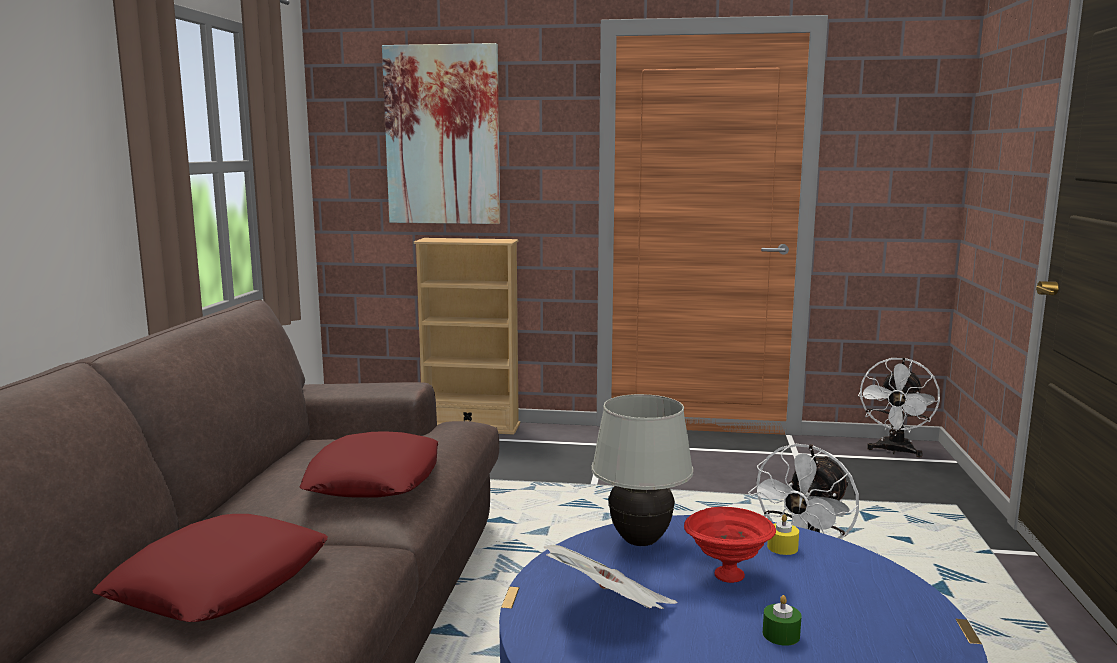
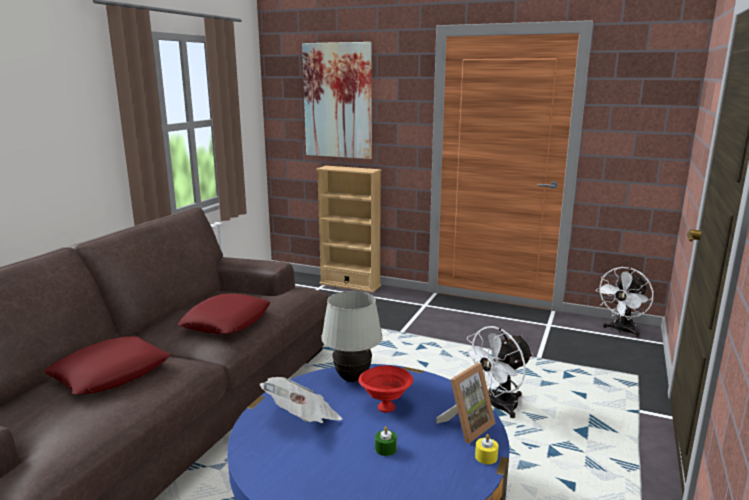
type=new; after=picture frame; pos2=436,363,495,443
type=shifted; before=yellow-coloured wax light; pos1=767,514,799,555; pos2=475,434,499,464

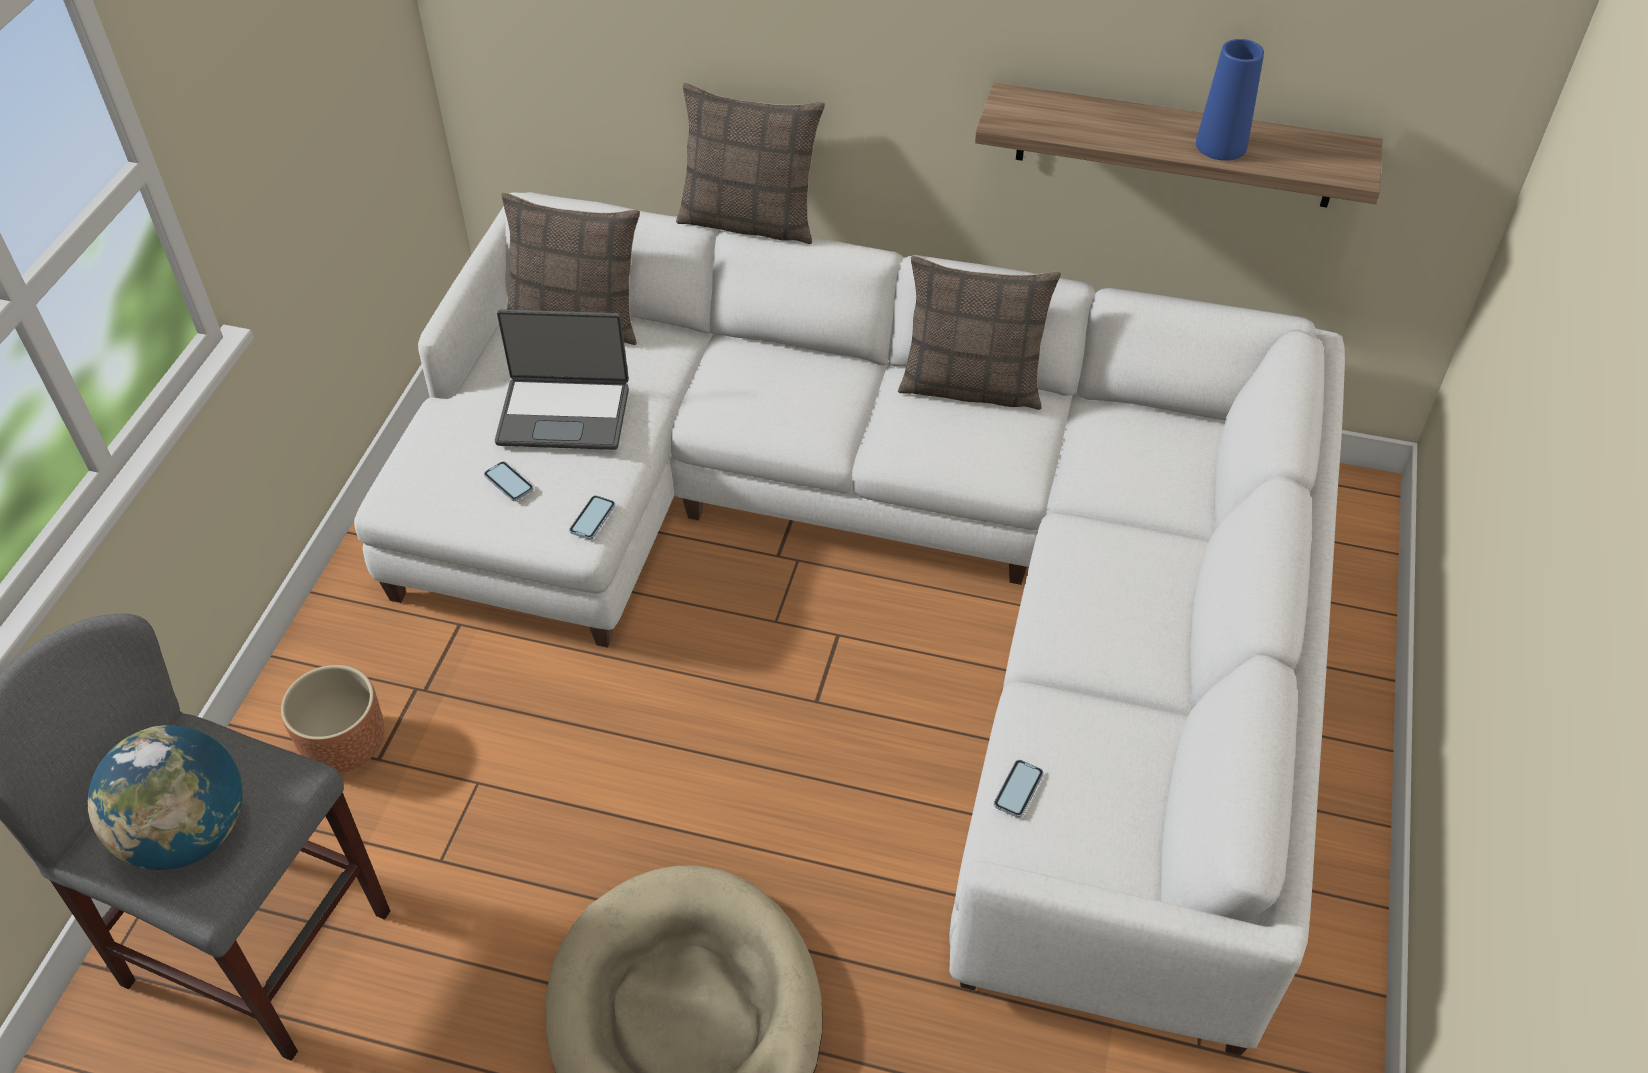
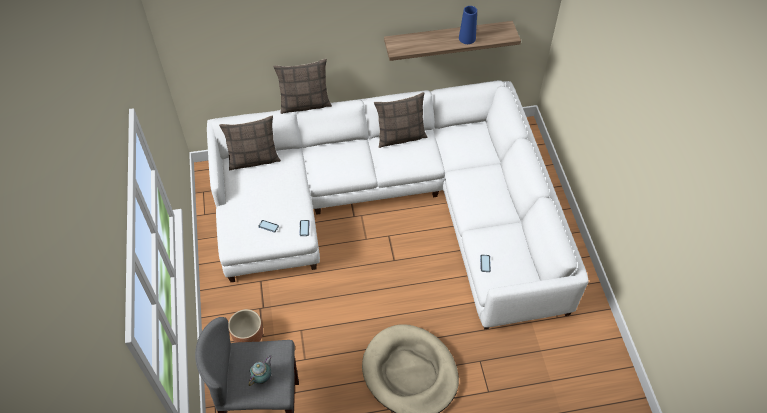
type=gone; before=portable computer; pos1=495,309,629,450
type=swapped; before=desk globe; after=pot for tea; pos1=88,725,242,870; pos2=249,355,272,386

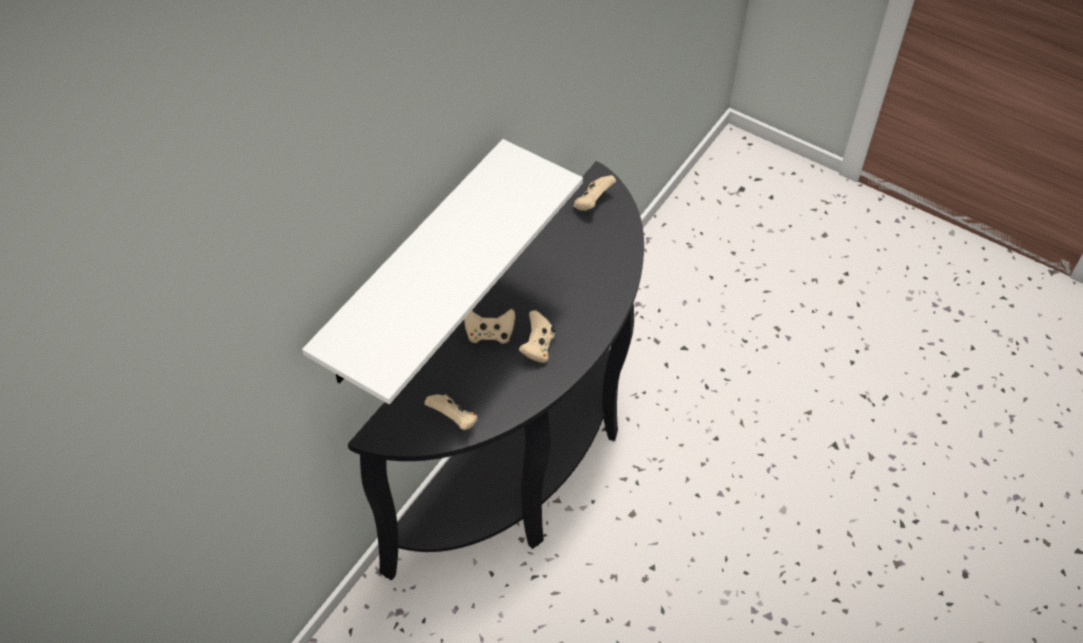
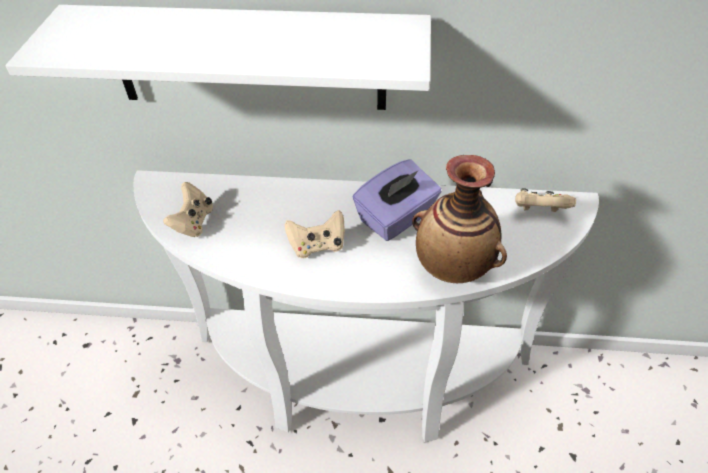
type=gone; before=beige joypad; pos1=464,309,515,344
type=new; after=purple-coloured box of tissues; pos2=353,159,442,241
type=new; after=decorative vase; pos2=412,155,507,283
type=repainted; before=black-coloured console table; after=whitish console table; pos1=348,161,644,580; pos2=133,170,599,442

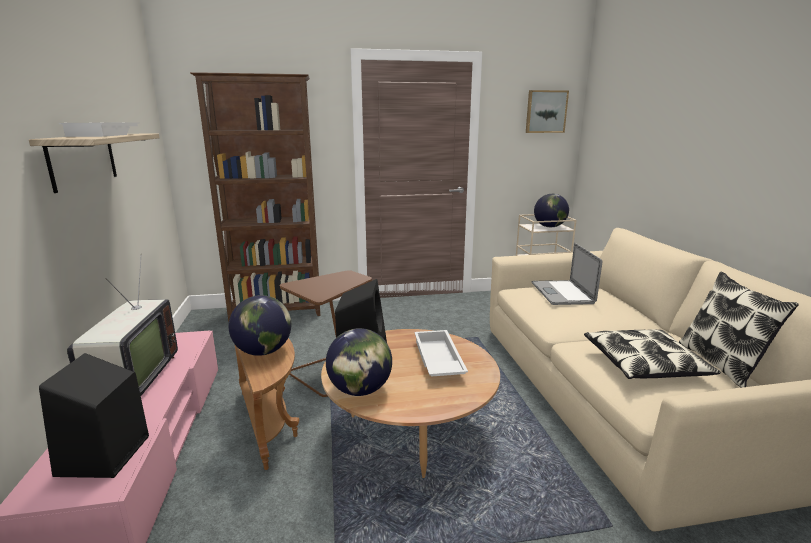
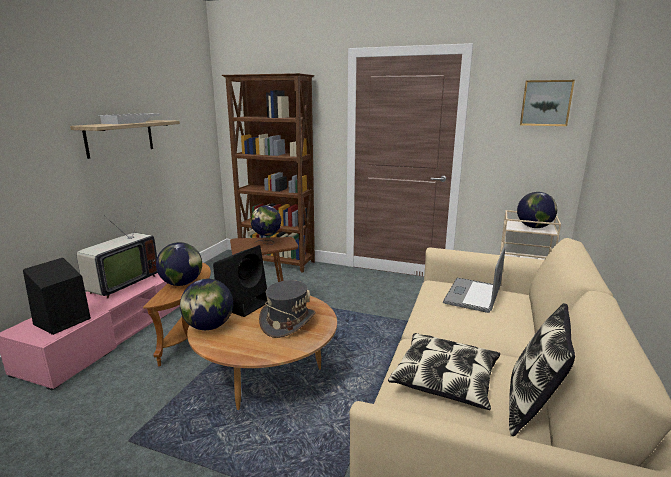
type=new; after=desk globe; pos2=250,205,281,245
type=swapped; before=whitish carrying tray; after=gray hat; pos1=414,330,468,377; pos2=259,280,315,338

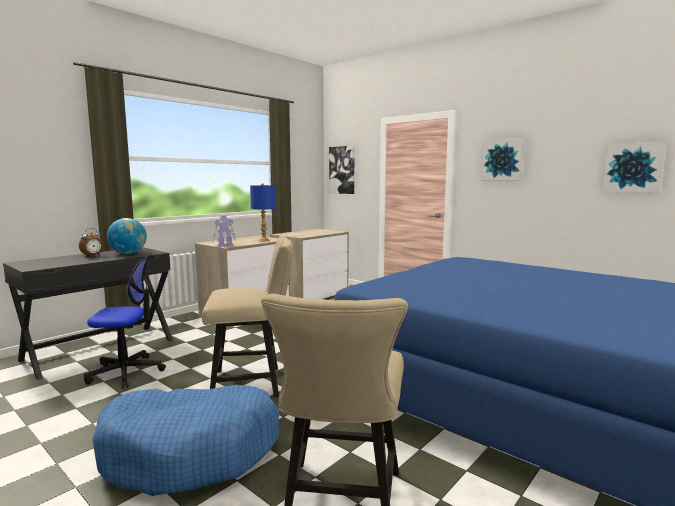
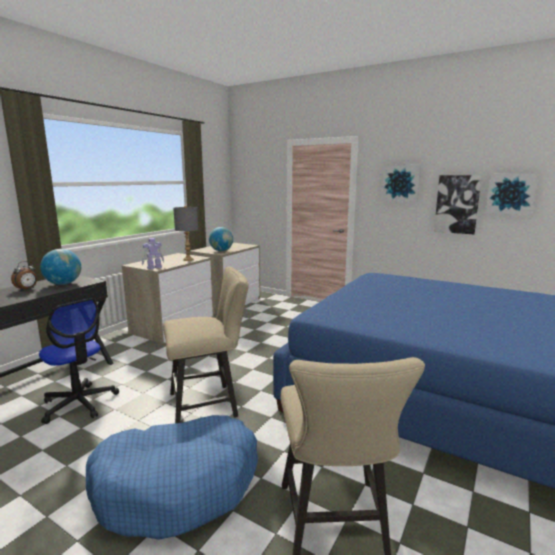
type=new; after=desk globe; pos2=209,227,233,251
type=shifted; before=wall art; pos1=329,146,355,194; pos2=434,175,482,234
type=repainted; before=blue table lamp; after=gray table lamp; pos1=250,183,275,242; pos2=173,206,198,261
type=rotated; before=office chair; pos1=84,255,166,389; pos2=39,298,119,424; turn=60

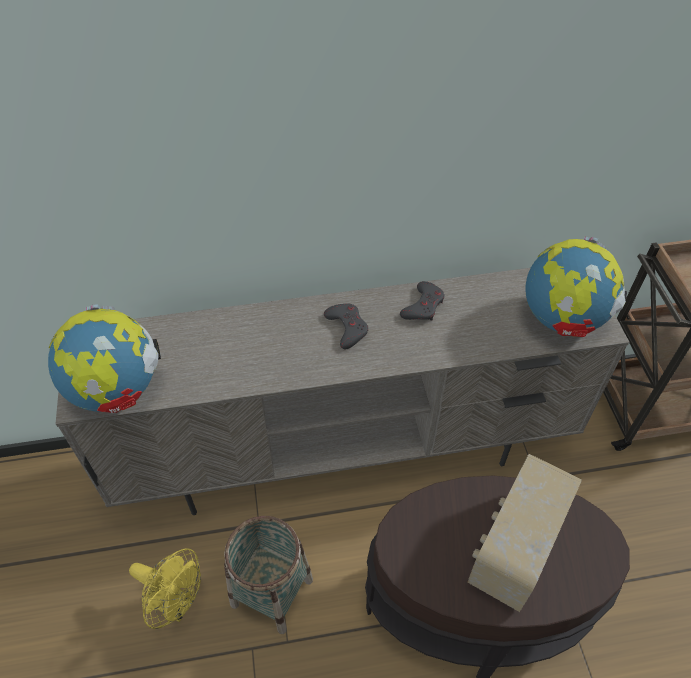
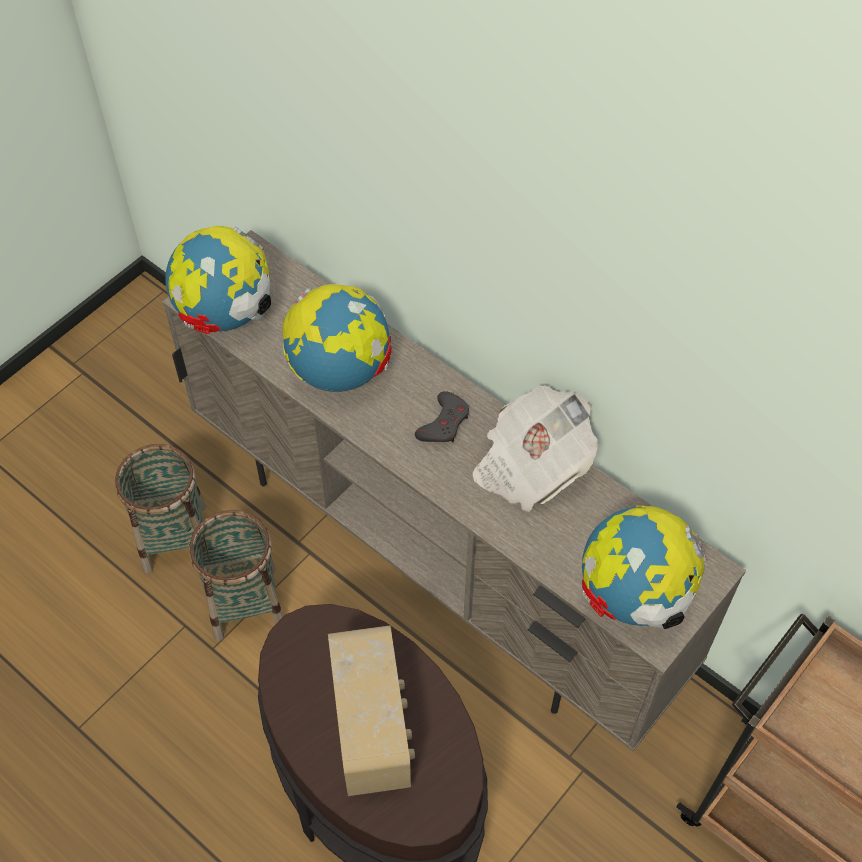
type=new; after=desk globe; pos2=282,284,392,392
type=swapped; before=yellow-coloured electric fan; after=basket; pos1=129,549,201,629; pos2=115,444,206,574
type=swapped; before=gray joypad; after=printed paper; pos1=400,281,445,321; pos2=472,385,598,512
type=rotated; before=radio set; pos1=467,454,582,612; pos2=328,625,415,796; turn=90

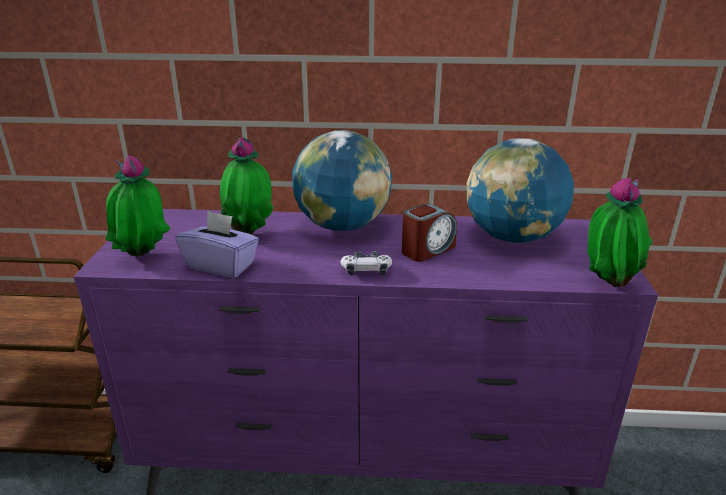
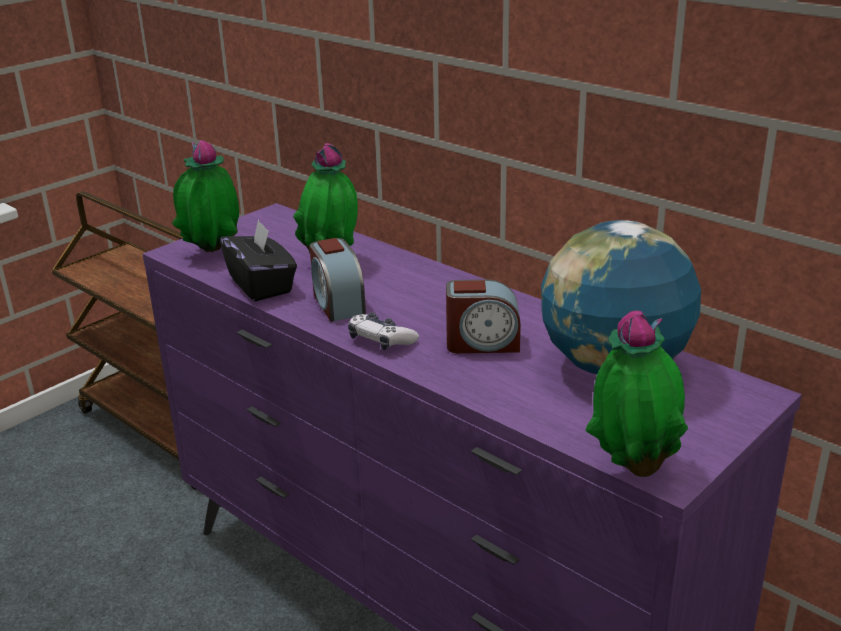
type=gone; before=desk globe; pos1=292,130,392,231
type=new; after=table clock; pos2=310,238,366,322
type=repainted; before=purple-coloured box of tissues; after=black-coloured box of tissues; pos1=175,211,259,278; pos2=220,219,297,301

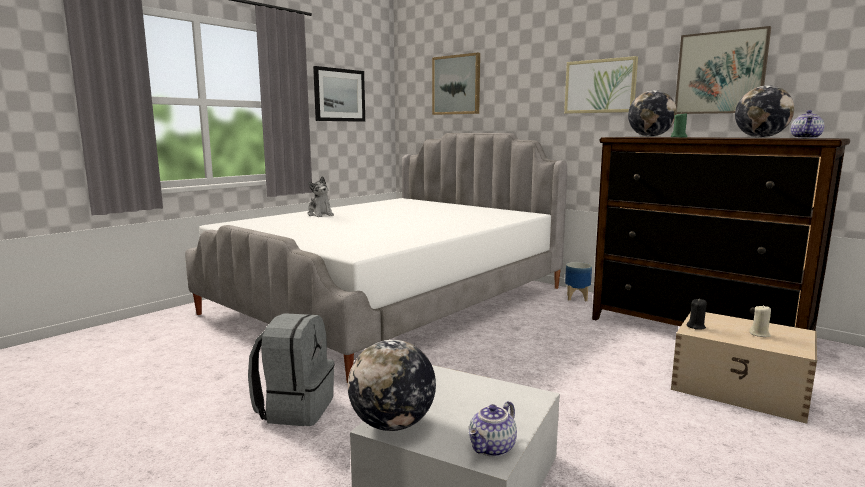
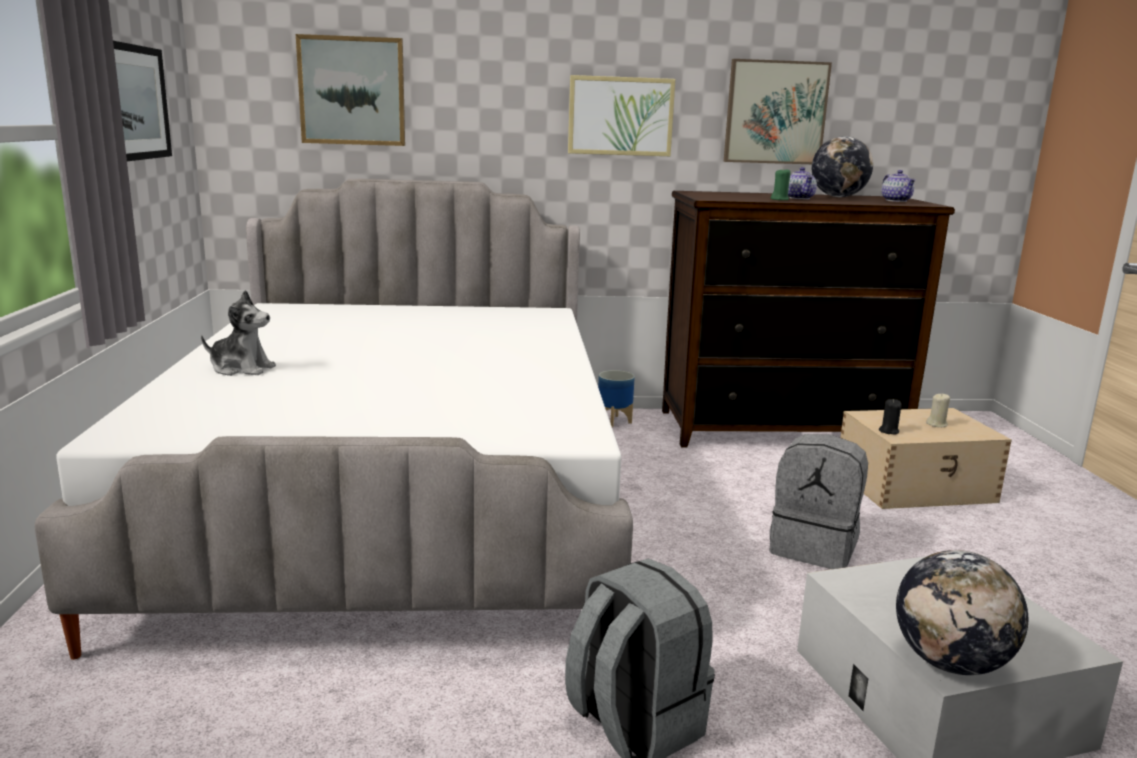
type=gone; before=desk globe; pos1=628,90,677,137
type=new; after=gray rucksack; pos2=769,434,868,569
type=shifted; before=pot for tea; pos1=469,401,517,457; pos2=788,167,817,199

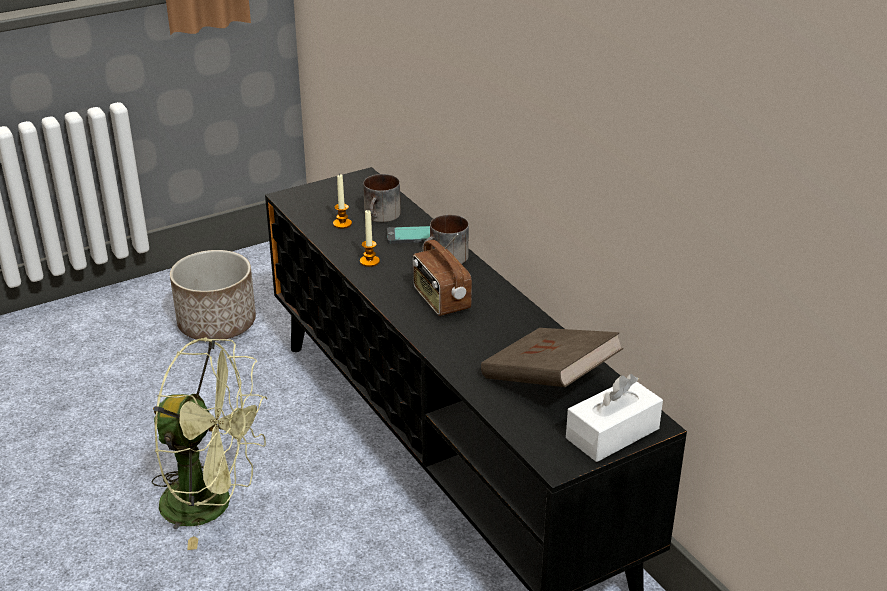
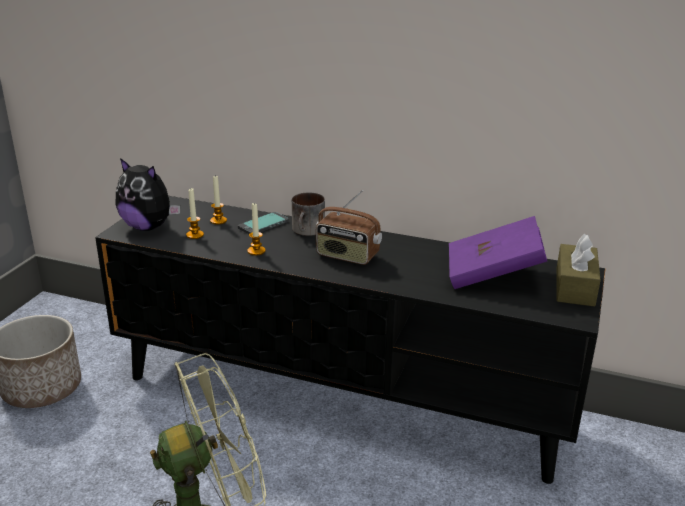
type=new; after=cuddly toy; pos2=116,158,180,231
type=swapped; before=coffee mug; after=wax light; pos1=363,174,401,222; pos2=210,176,227,225
type=repainted; before=brown volume; after=purple-coloured volume; pos1=481,328,624,387; pos2=449,216,547,289
type=repainted; before=whitish box of tissues; after=brown box of tissues; pos1=566,374,663,462; pos2=556,234,601,307

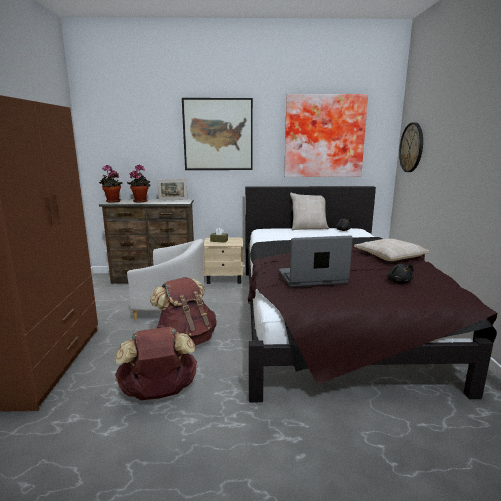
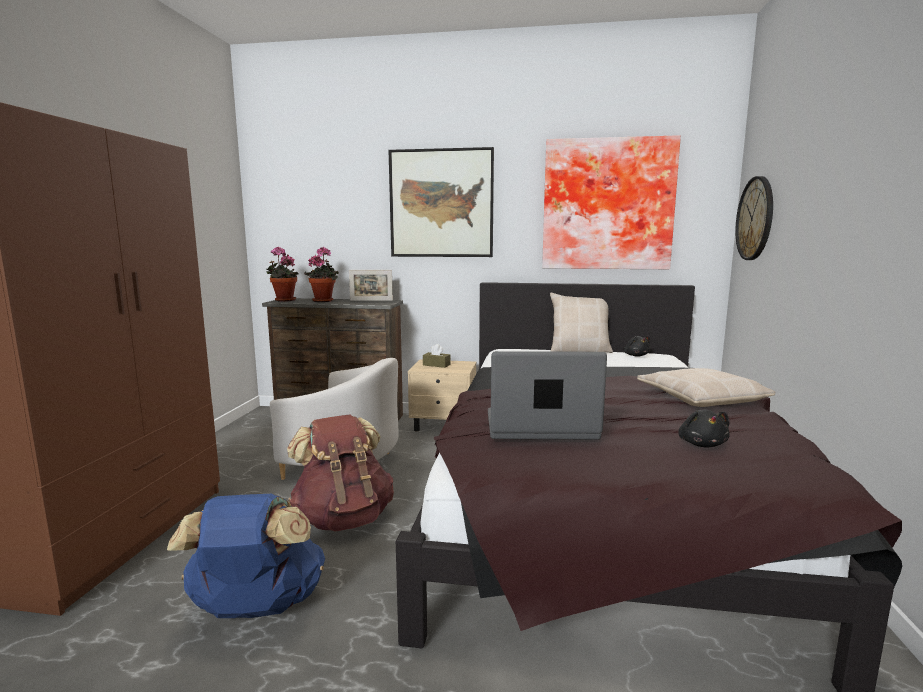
type=repainted; before=brown rucksack; after=blue rucksack; pos1=115,327,198,400; pos2=167,494,325,618

